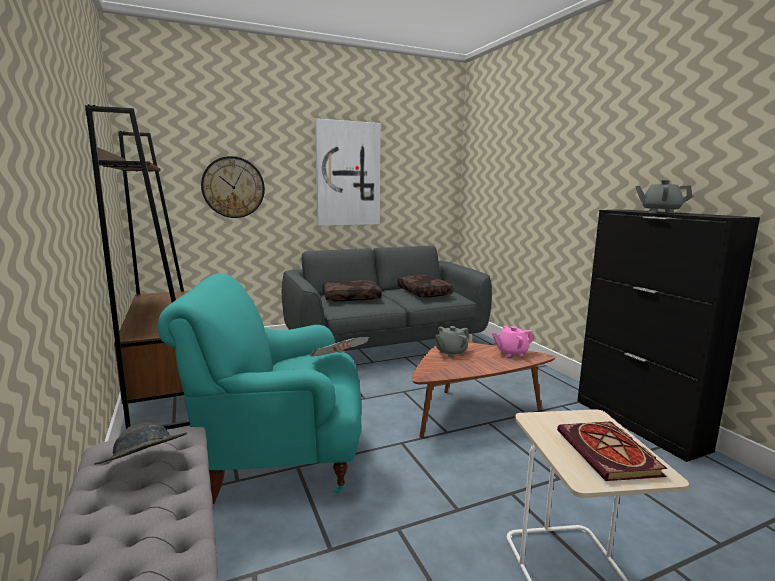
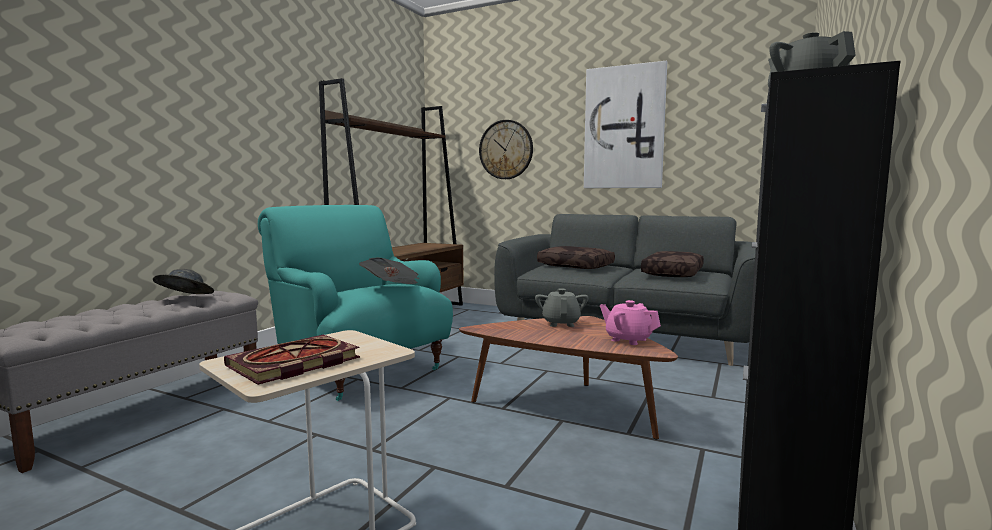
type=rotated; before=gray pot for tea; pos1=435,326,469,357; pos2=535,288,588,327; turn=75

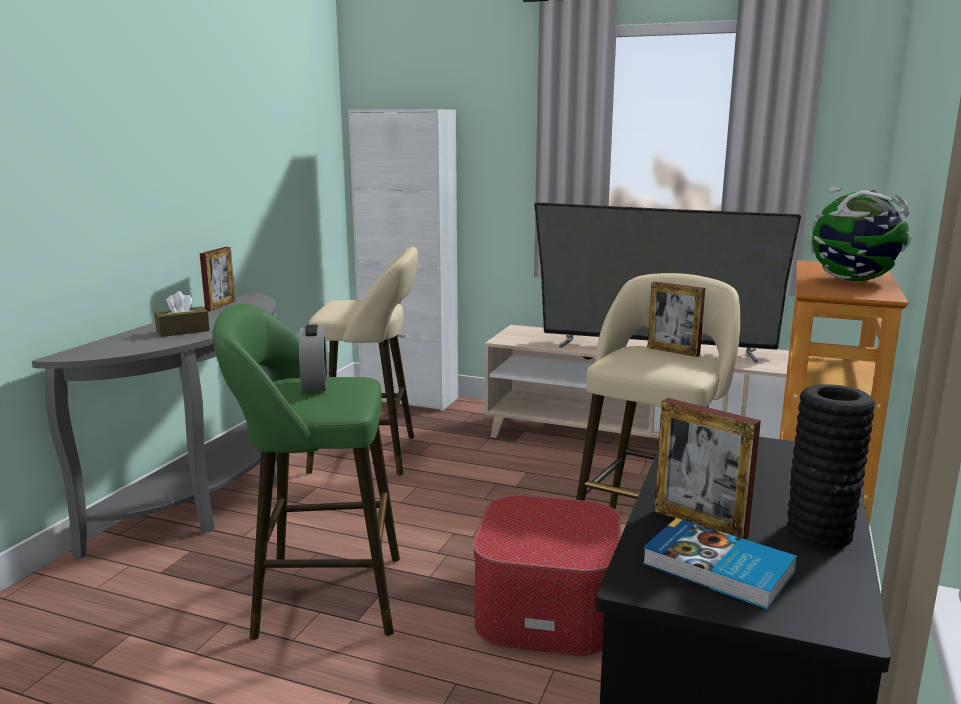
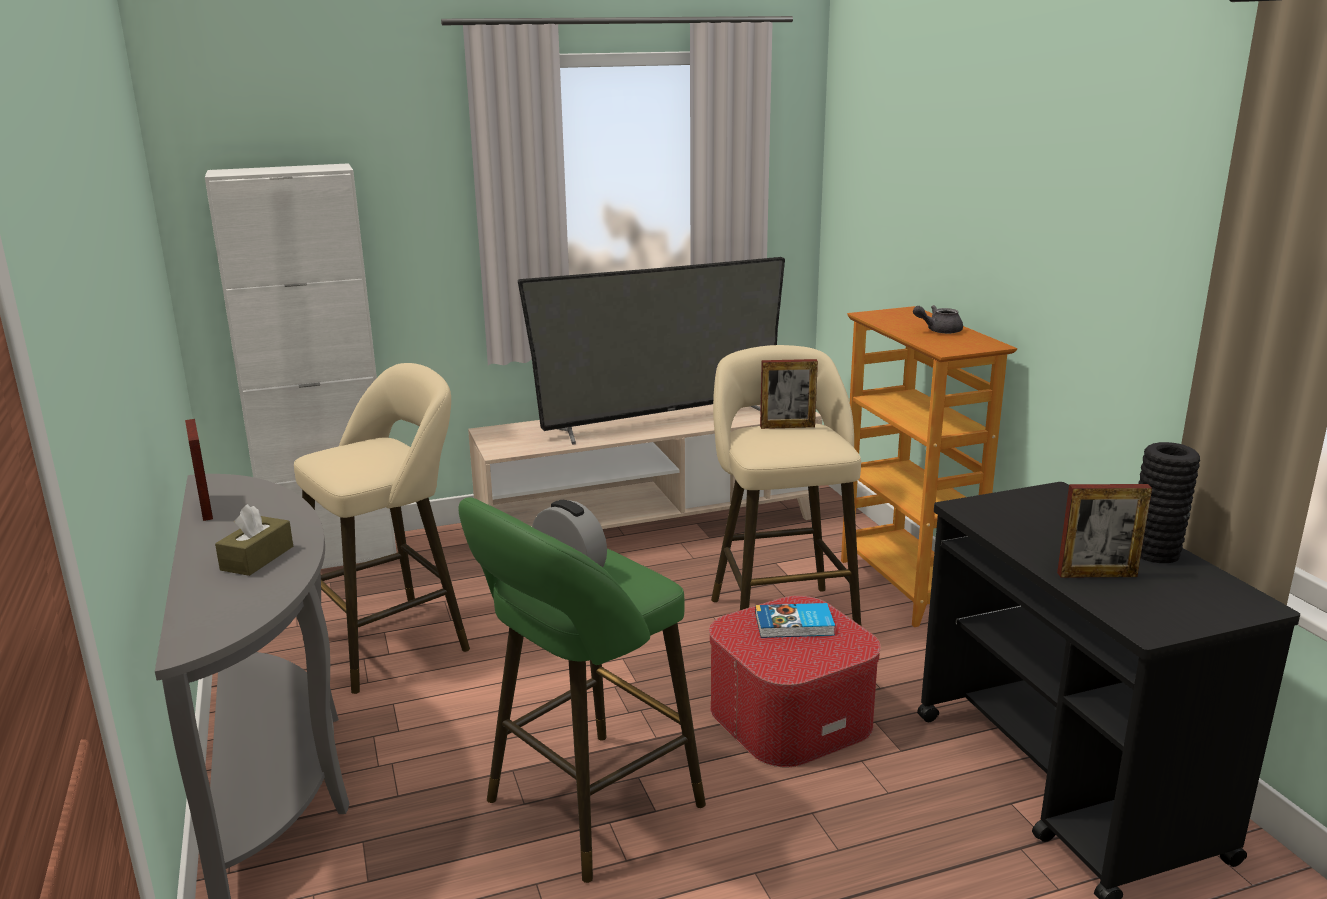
type=shifted; before=volume; pos1=642,518,797,609; pos2=755,603,835,638
type=swapped; before=desk globe; after=gray pot for tea; pos1=810,186,911,281; pos2=913,305,963,334

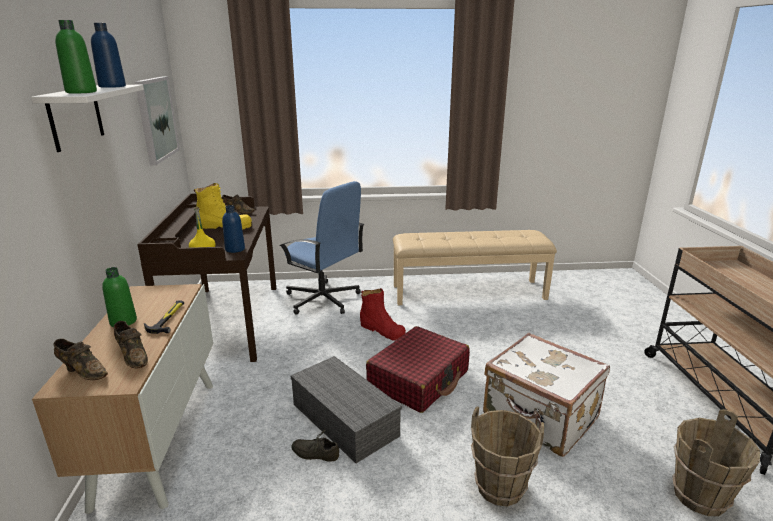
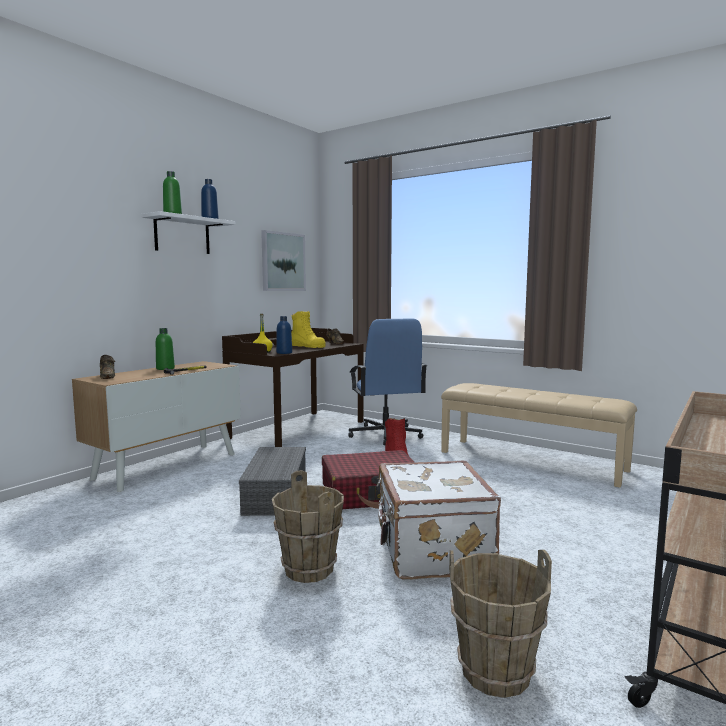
type=gone; before=brown item of footwear; pos1=114,321,148,368
type=gone; before=gray item of footwear; pos1=292,429,339,462

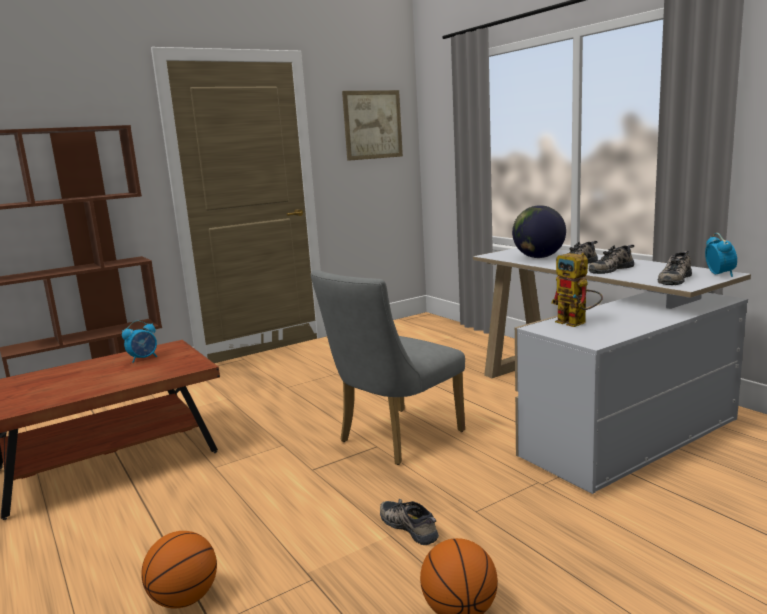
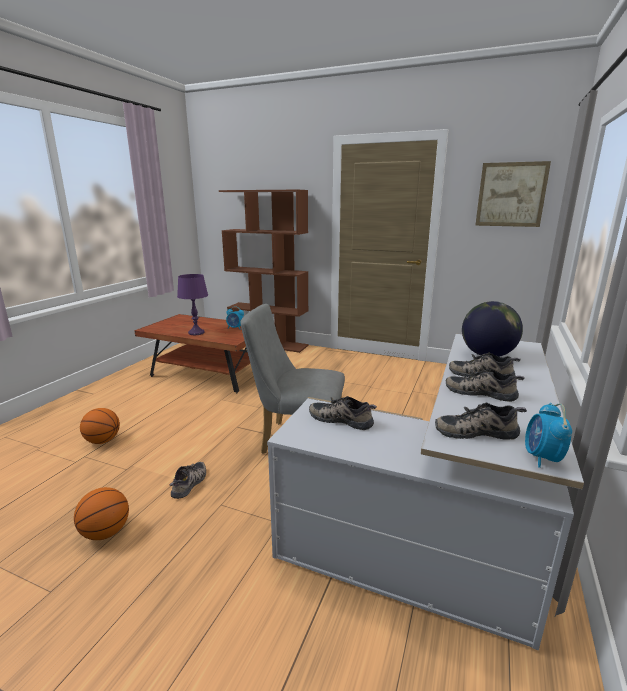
type=new; after=purple-coloured table lamp; pos2=177,274,208,335
type=swapped; before=robot figure; after=item of footwear; pos1=551,253,603,327; pos2=309,396,377,430
type=rotated; before=table clock; pos1=705,233,737,277; pos2=525,403,572,468; turn=135

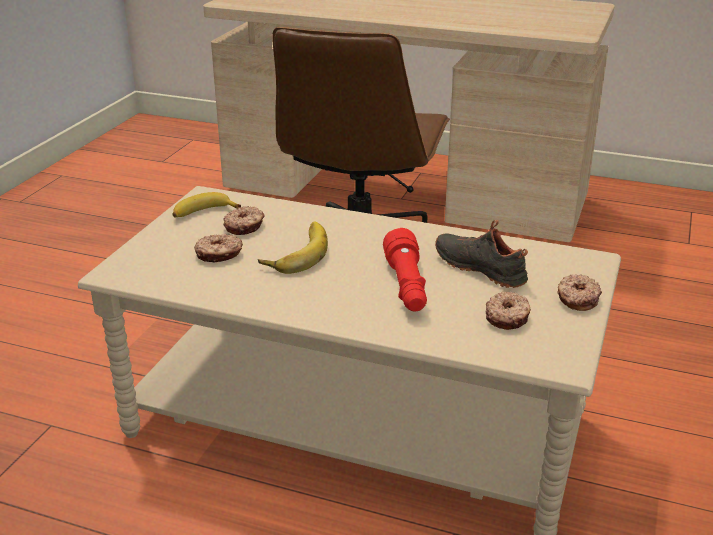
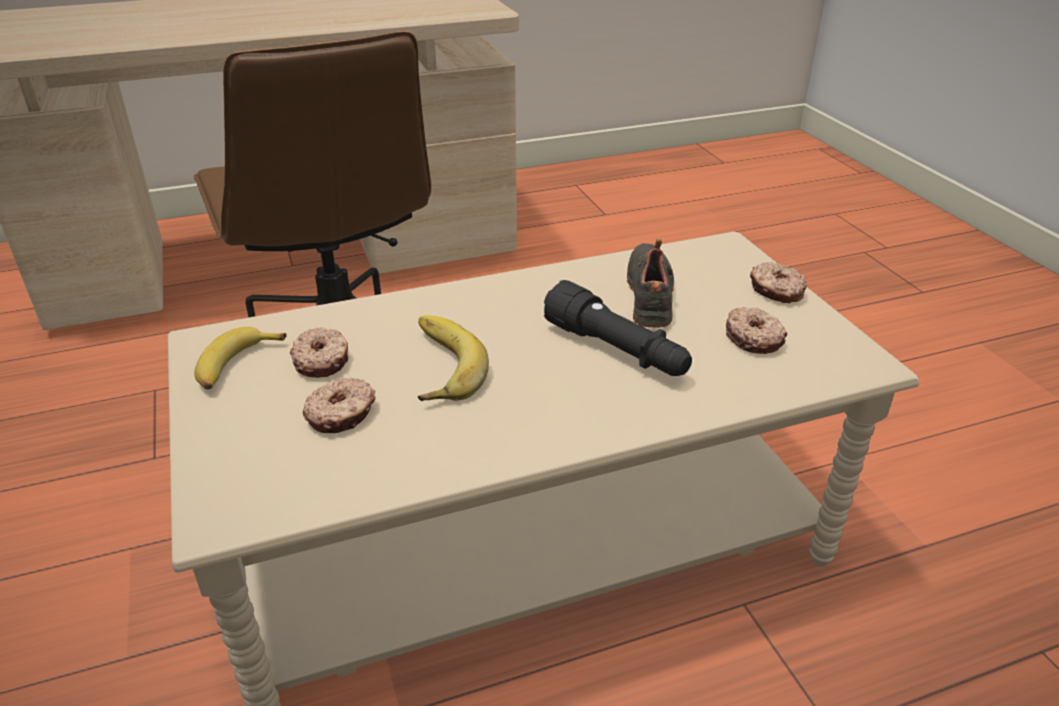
type=repainted; before=reddish torch; after=black-coloured torch; pos1=383,228,427,311; pos2=544,280,692,376
type=rotated; before=black-coloured item of footwear; pos1=435,220,528,288; pos2=627,238,674,328; turn=90

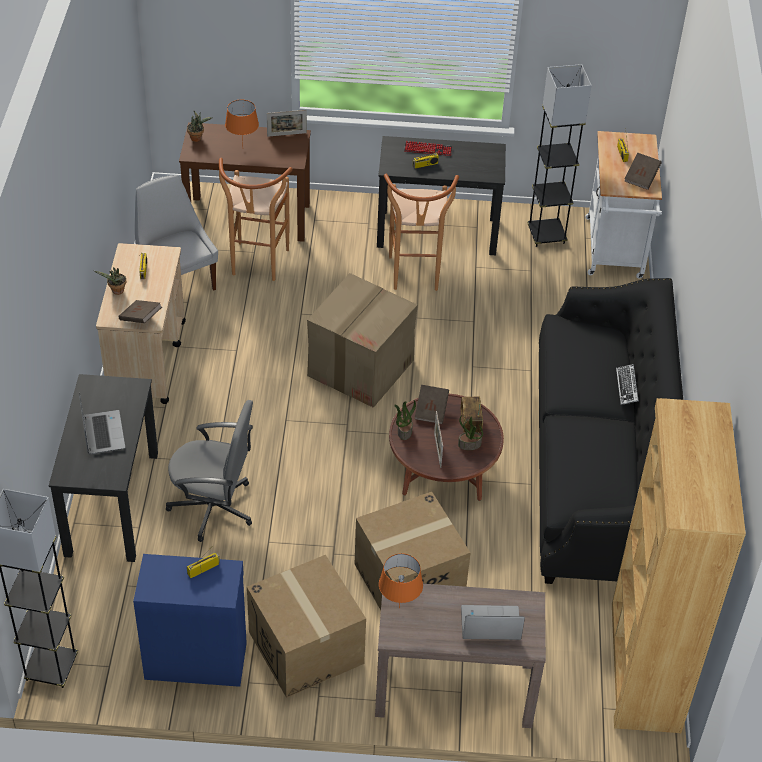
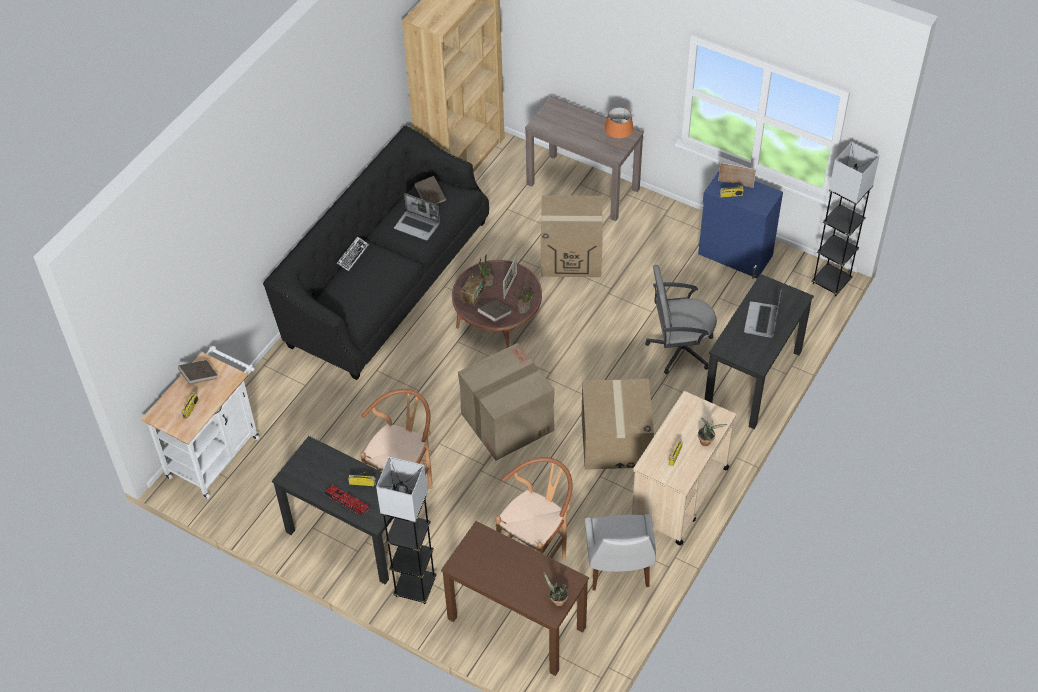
type=gone; before=orange-coloured table lamp; pos1=225,100,259,144
type=shifted; before=brown volume; pos1=118,300,162,323; pos2=414,176,446,204
type=shifted; before=packing box; pos1=247,555,366,698; pos2=582,379,654,470
type=shifted; before=picture frame; pos1=267,110,307,137; pos2=718,162,756,188
type=shifted; before=portable computer; pos1=461,605,525,640; pos2=394,193,440,241
type=shifted; before=gray floor lamp; pos1=527,64,592,247; pos2=376,457,437,604
type=rotated; before=gray office chair; pos1=166,400,253,542; pos2=645,265,717,374; turn=-45

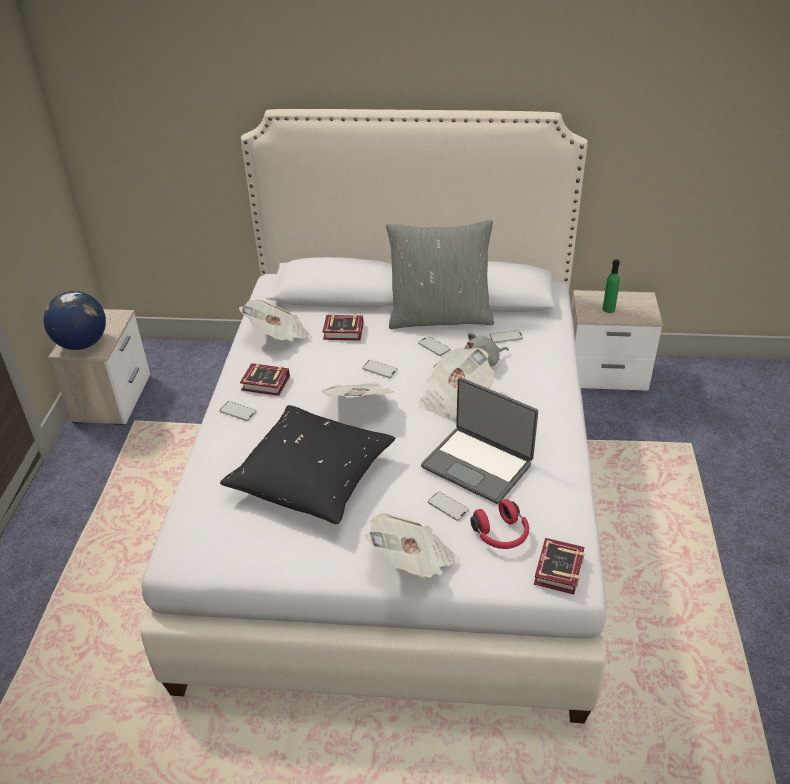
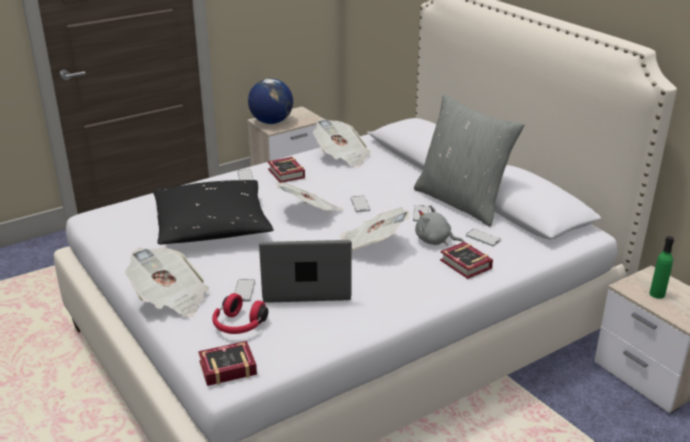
type=shifted; before=volume; pos1=323,314,364,341; pos2=440,242,493,279
type=rotated; before=portable computer; pos1=421,377,538,504; pos2=259,240,352,303; turn=90

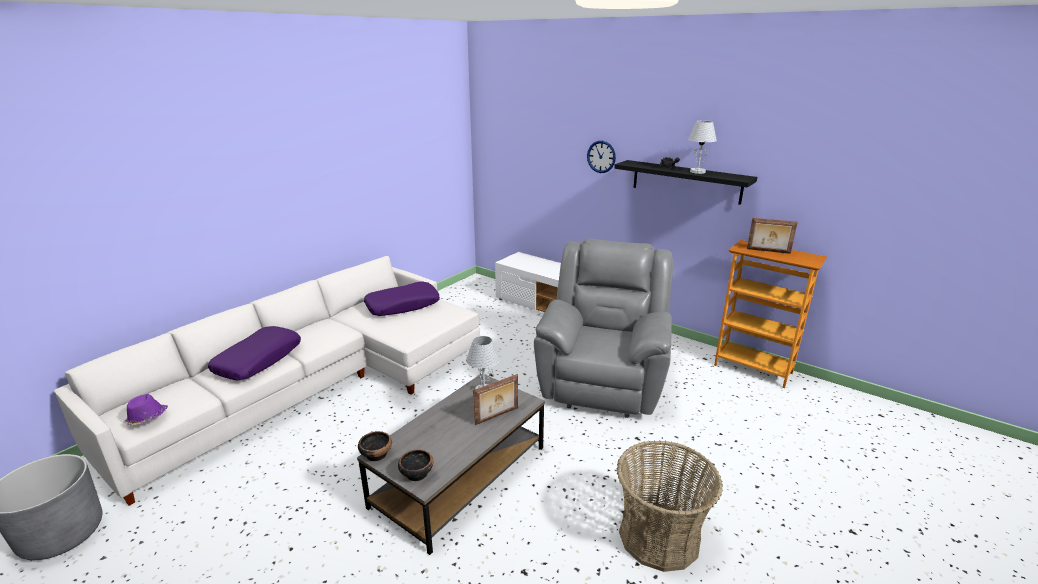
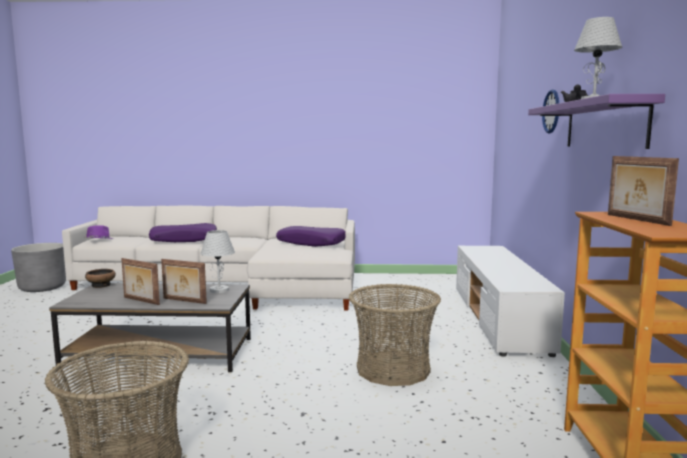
type=gone; before=bowl; pos1=398,449,433,481
type=new; after=picture frame; pos2=121,258,160,305
type=swapped; before=gray armchair; after=basket; pos1=534,239,674,418; pos2=349,284,441,386
type=repainted; before=black-coloured shelf; after=purple-coloured shelf; pos1=614,160,757,205; pos2=528,94,665,149

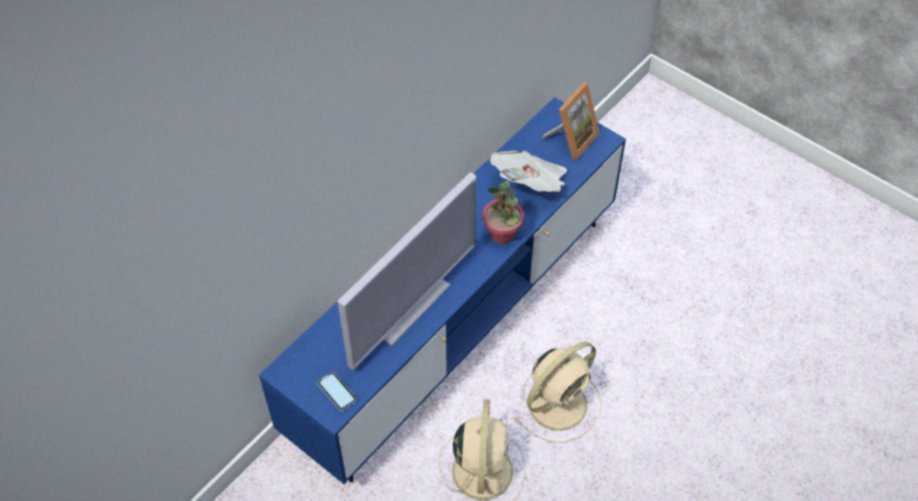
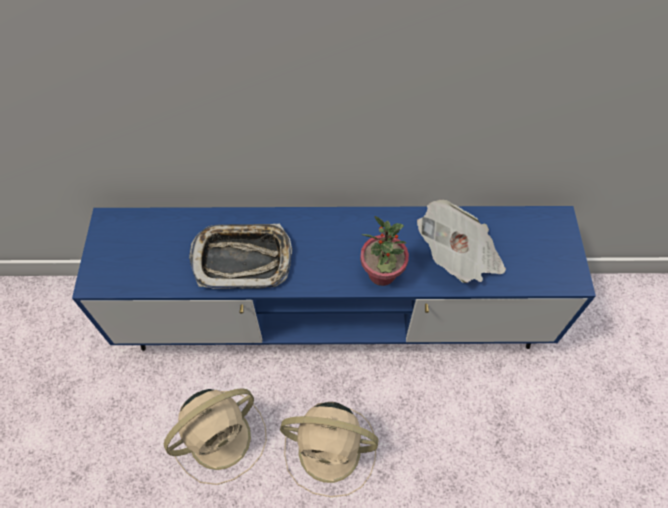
type=gone; before=phone; pos1=317,372,357,411
type=gone; before=picture frame; pos1=542,82,600,160
type=swapped; before=TV; after=carrying tray; pos1=337,173,476,370; pos2=189,224,292,289

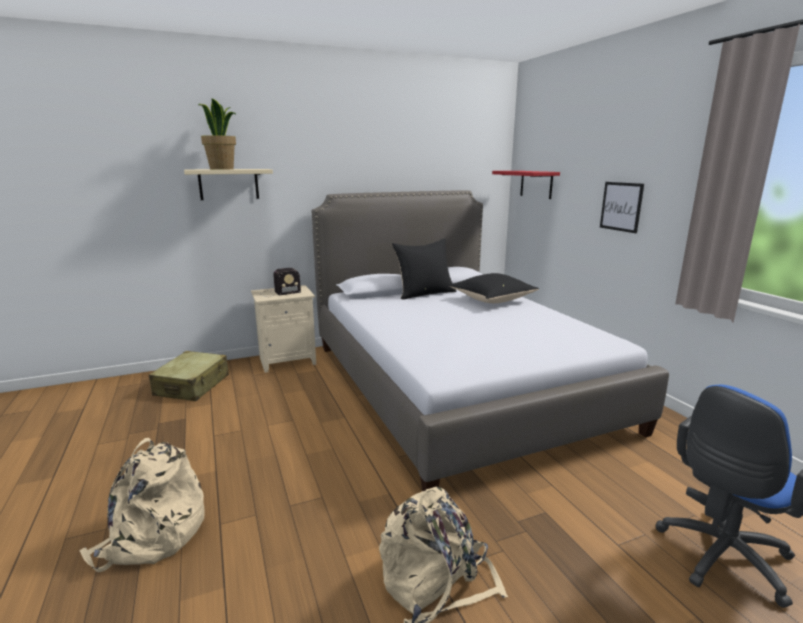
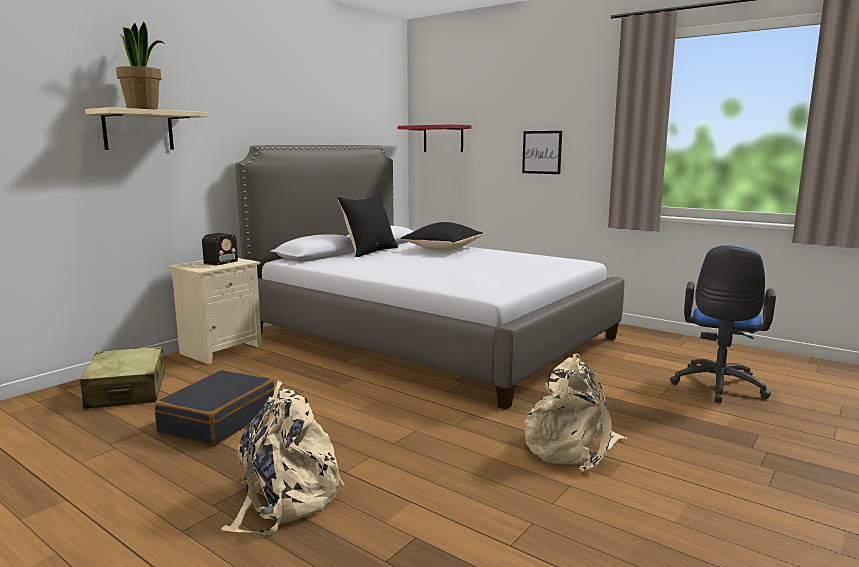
type=new; after=black-coloured piece of luggage; pos2=154,370,275,446

